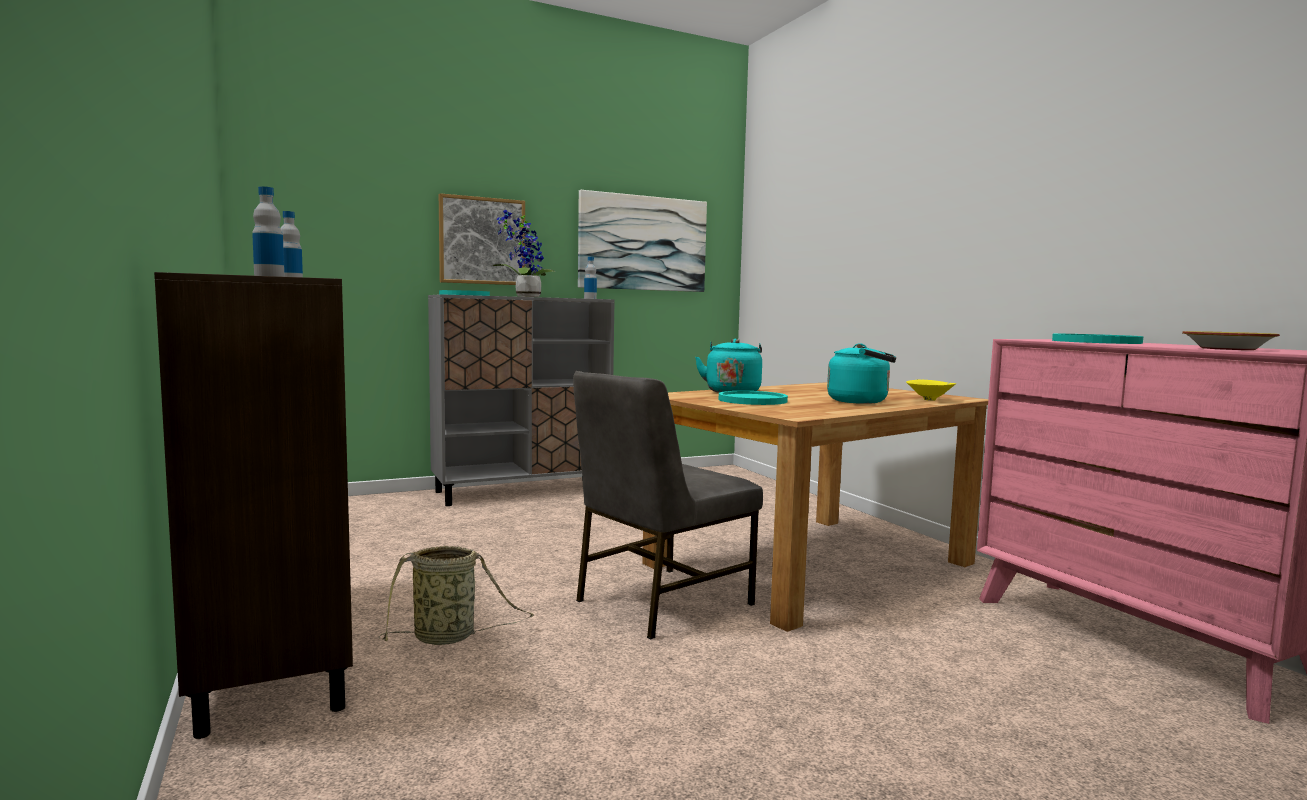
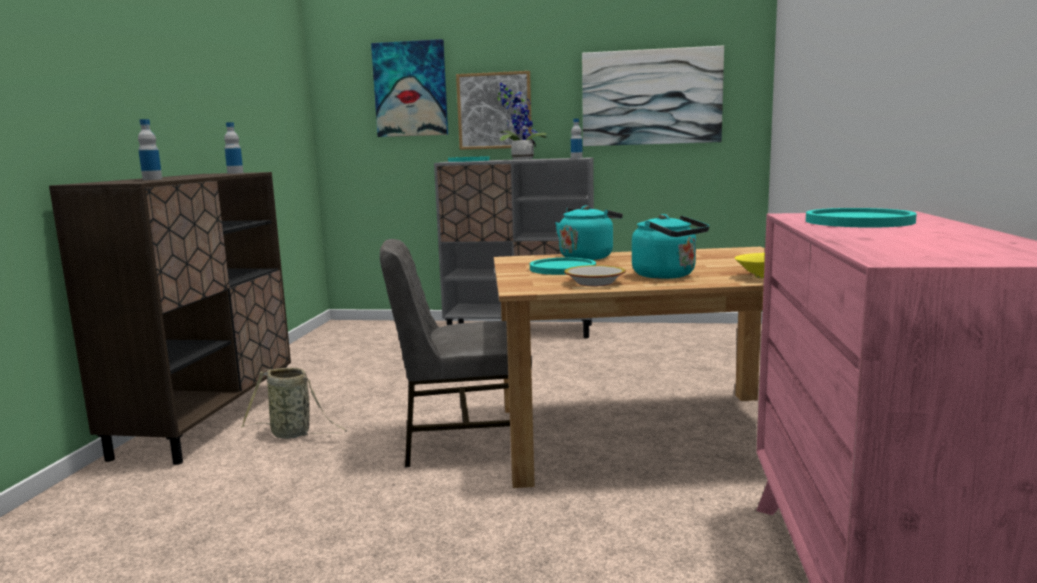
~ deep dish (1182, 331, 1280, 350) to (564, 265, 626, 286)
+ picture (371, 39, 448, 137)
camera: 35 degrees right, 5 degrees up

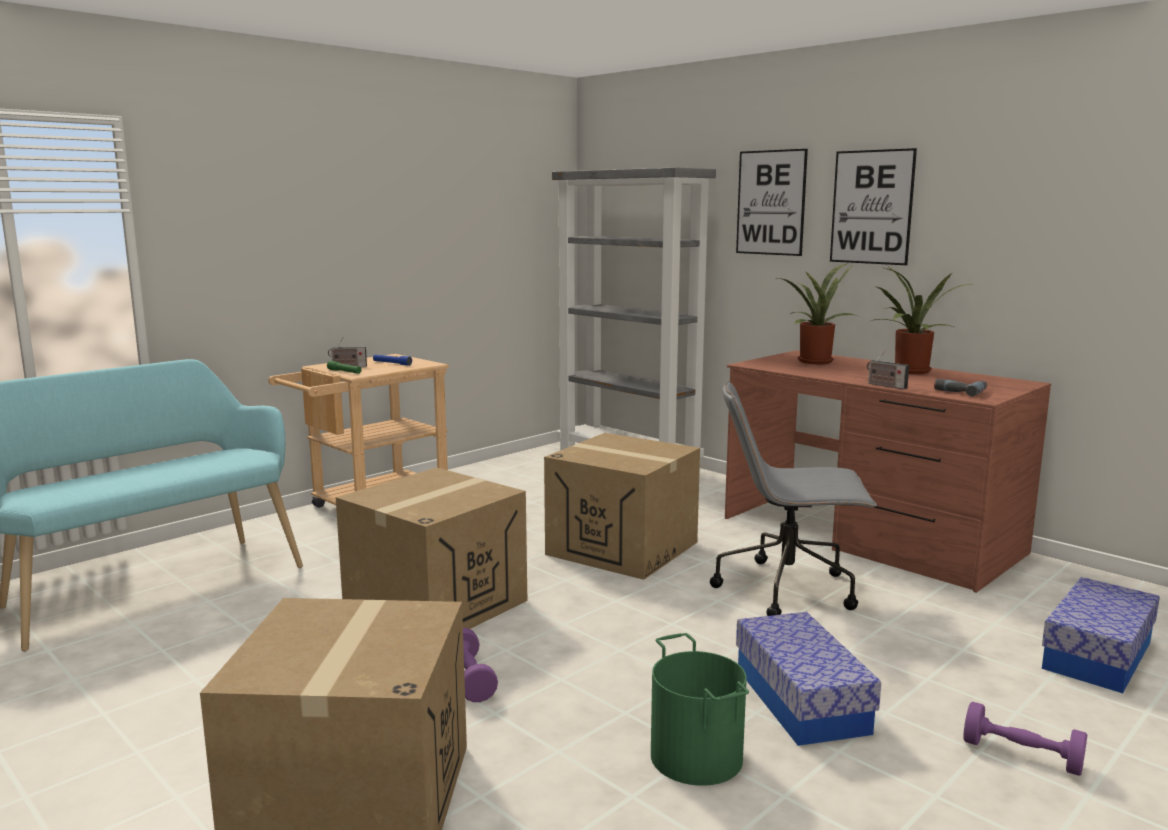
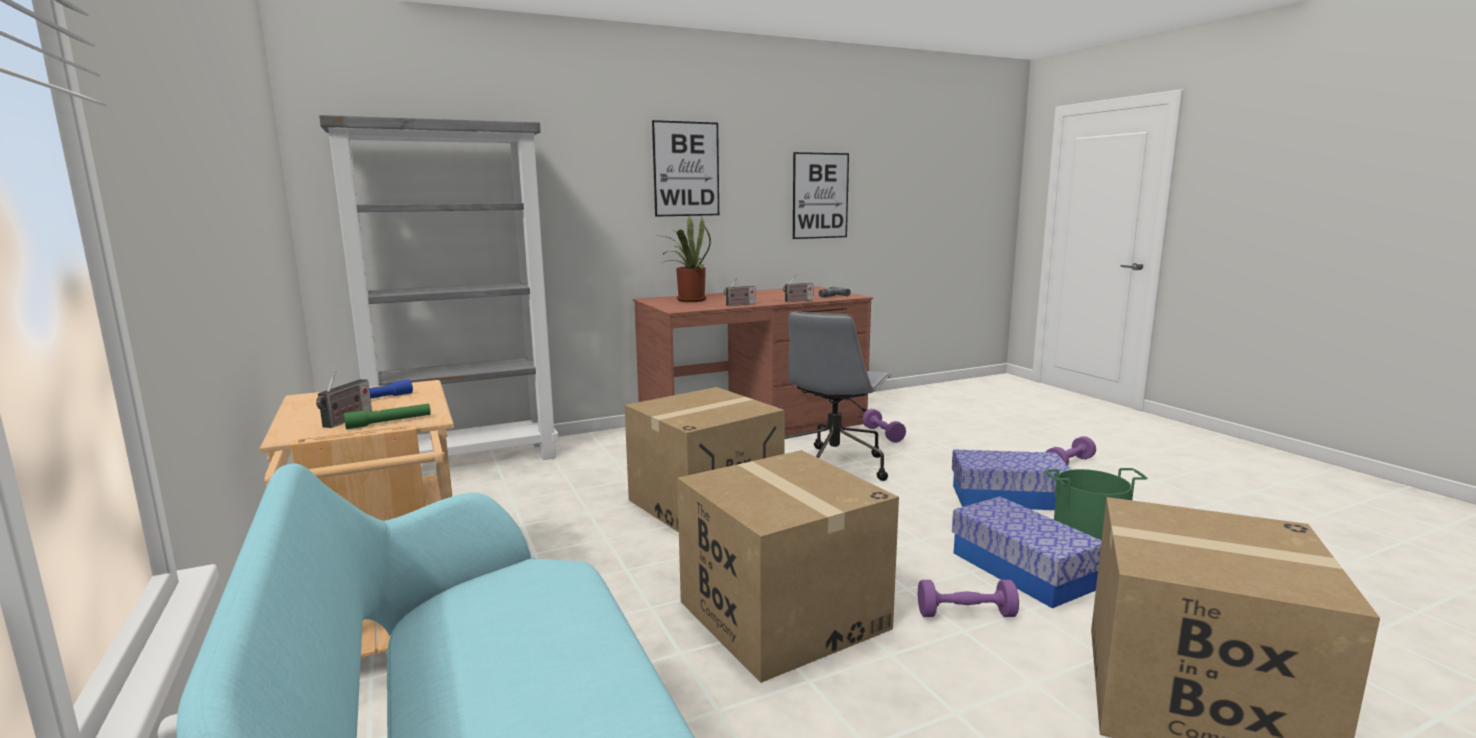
~ picture (736, 149, 808, 256) to (793, 152, 849, 239)
- houseplant (871, 267, 973, 374)
~ storage box (1042, 577, 1160, 693) to (952, 496, 1102, 608)
+ radio (724, 277, 756, 306)
+ purple-coloured free weight (862, 409, 906, 443)
camera: 70 degrees left, 0 degrees up

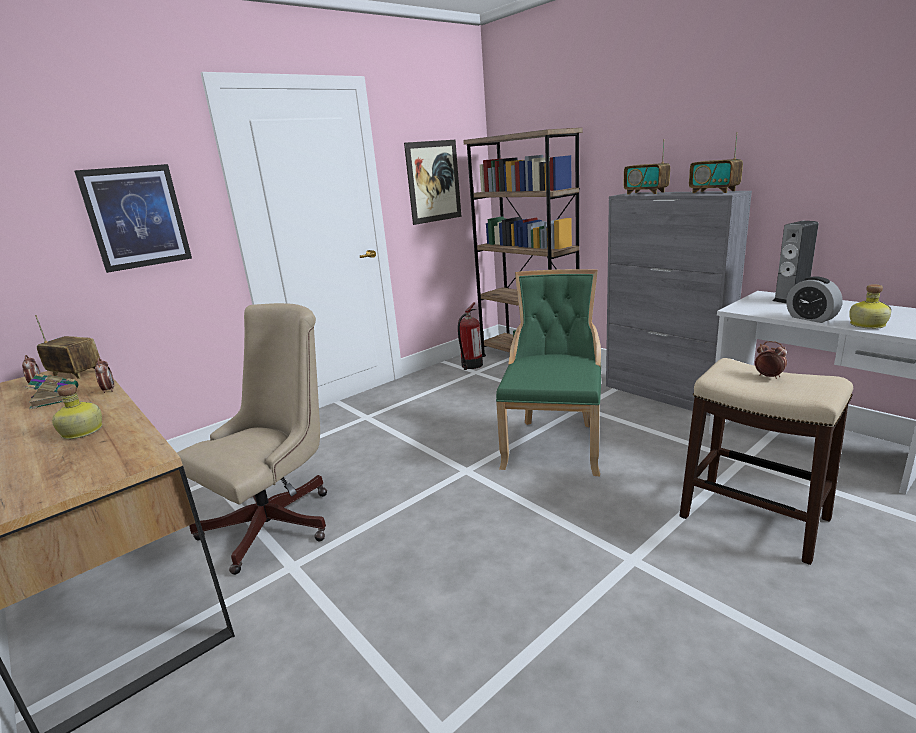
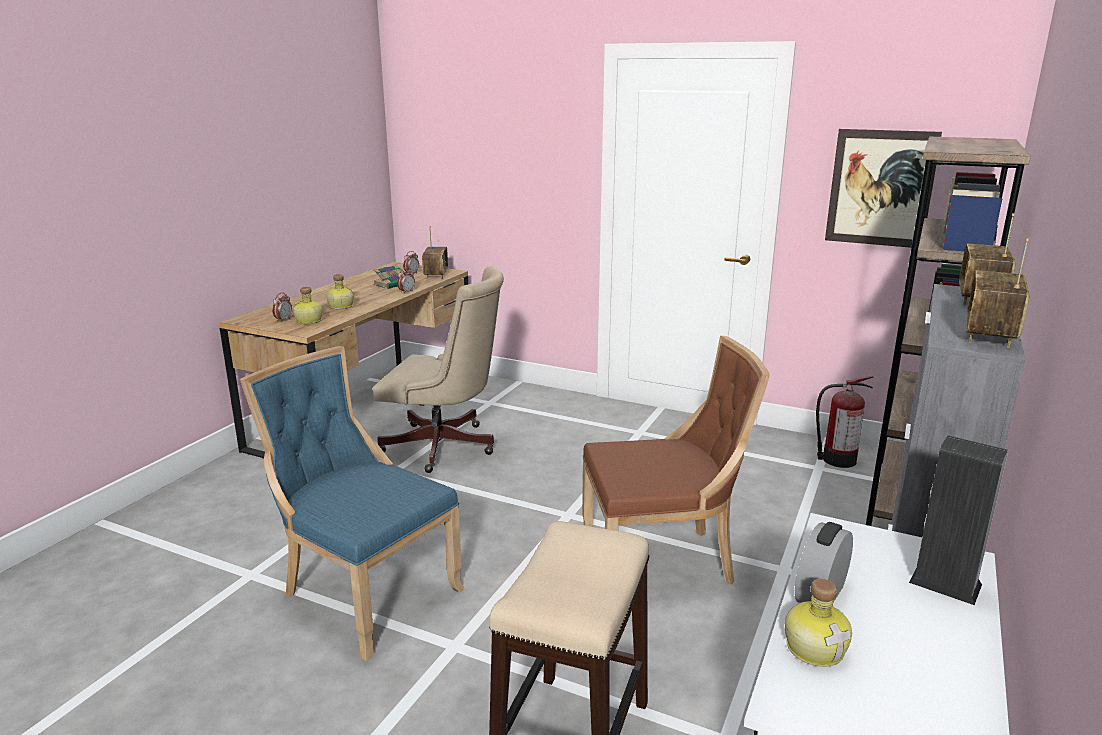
- picture (74, 164, 192, 273)
~ greenish plain chair (496, 269, 601, 476) to brown-coloured plain chair (582, 336, 770, 585)
~ alarm clock (755, 341, 787, 379) to (272, 292, 292, 322)
+ beverage bottle (293, 287, 323, 324)
+ blue plain chair (240, 346, 465, 661)
camera: 65 degrees right, 0 degrees up

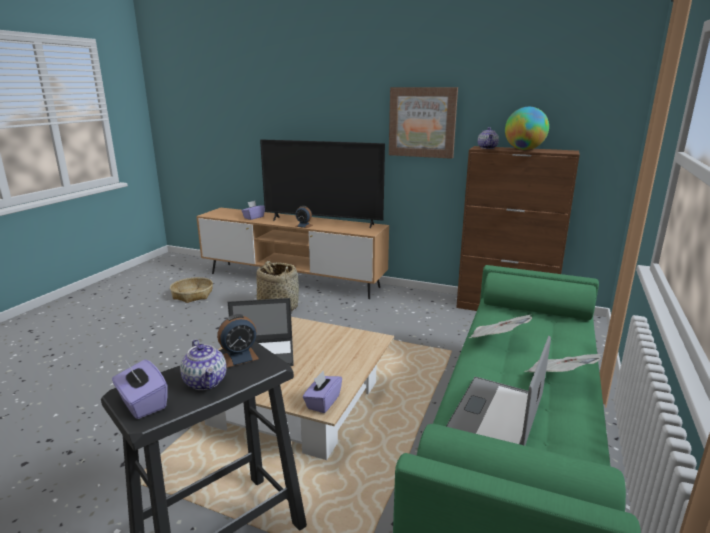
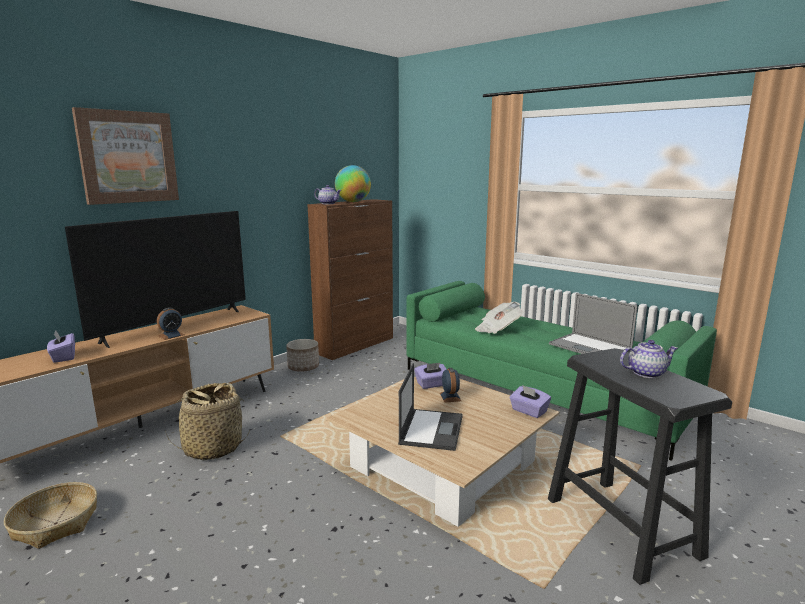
~ picture (389, 87, 458, 159) to (72, 107, 179, 205)
~ alarm clock (217, 314, 259, 368) to (440, 368, 461, 403)
- printed paper (524, 354, 602, 372)
~ purple-coloured tissue box (112, 360, 168, 419) to (414, 363, 447, 389)
+ flower pot (286, 339, 319, 372)
camera: 70 degrees left, 5 degrees down

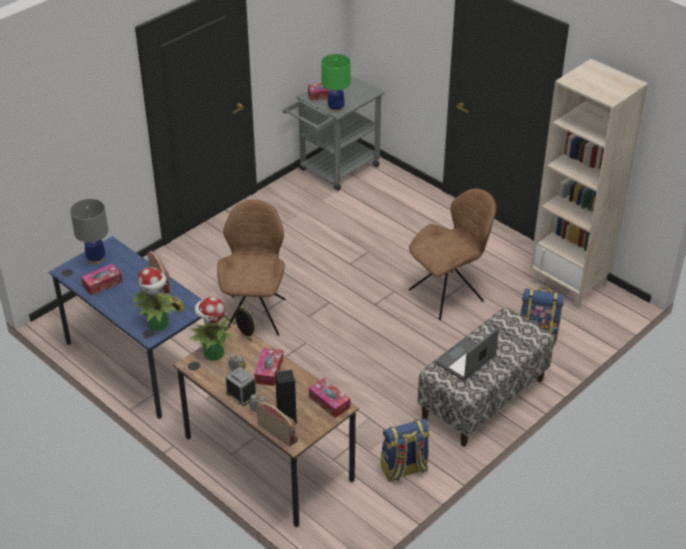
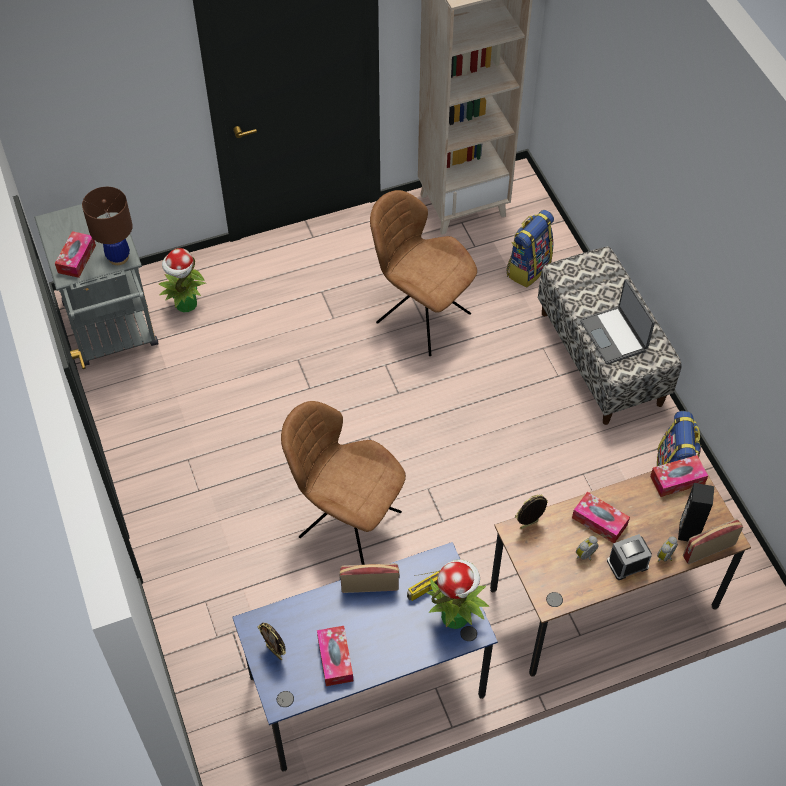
~ greenish table lamp (321, 54, 351, 112) to brown-coloured table lamp (82, 187, 133, 265)
~ brown-coloured plain chair (409, 188, 496, 320) = (370, 190, 477, 356) 45 degrees counterclockwise
~ greyish table lamp (70, 199, 108, 264) to picture frame (257, 623, 286, 660)
~ houseplant (189, 297, 234, 361) to (158, 248, 207, 312)
camera: 65 degrees left, 15 degrees up

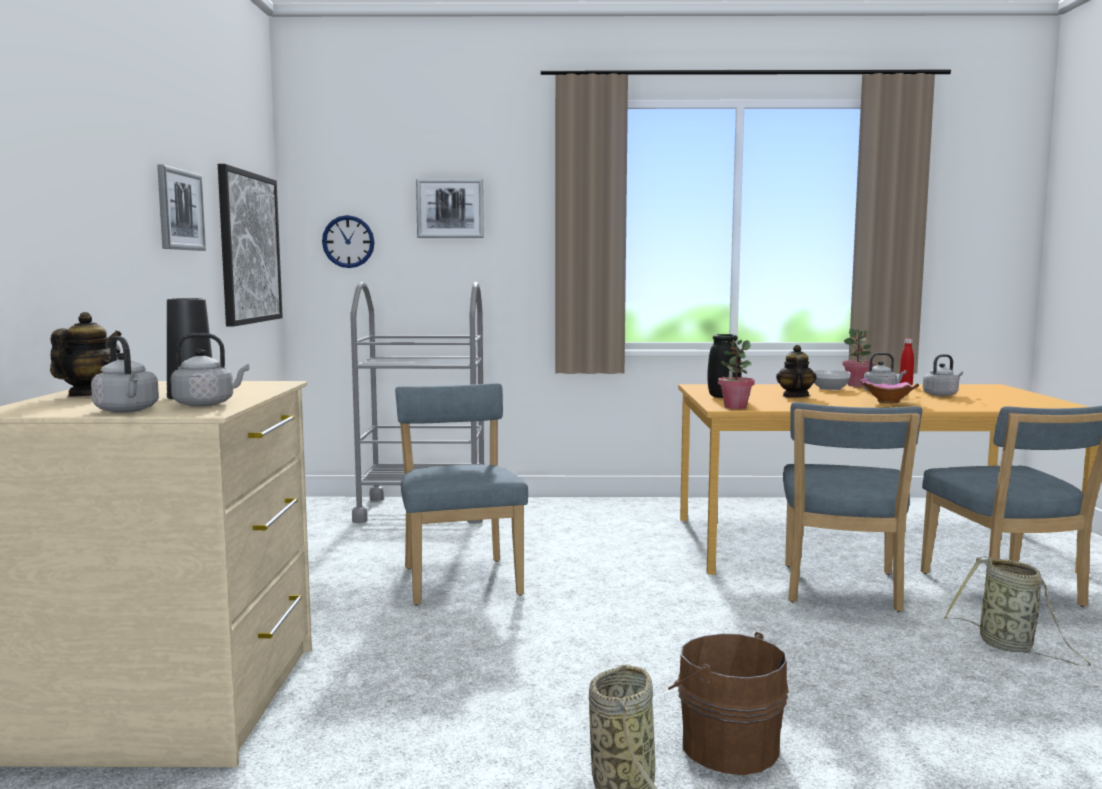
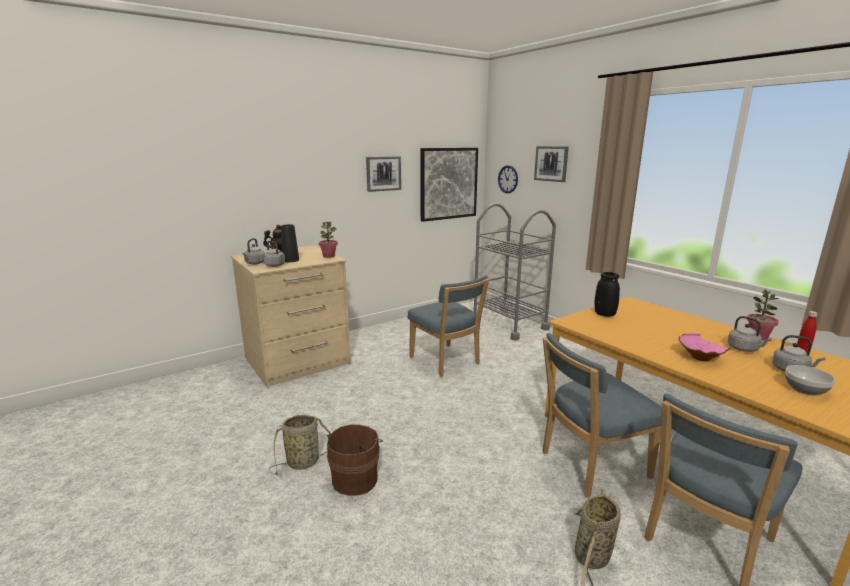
~ houseplant (718, 340, 755, 409) to (319, 221, 338, 258)
- pot for tea (776, 345, 817, 398)
~ deep dish (813, 370, 850, 390) to (785, 365, 836, 396)
~ blue plain chair (395, 383, 528, 605) = (408, 276, 489, 377) 105 degrees clockwise
camera: 55 degrees right, 10 degrees up

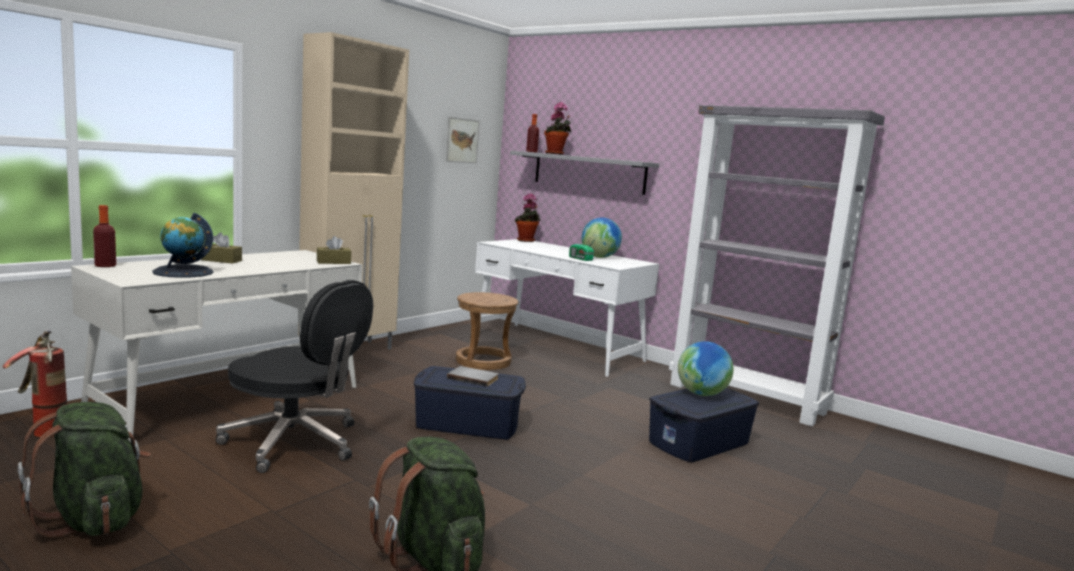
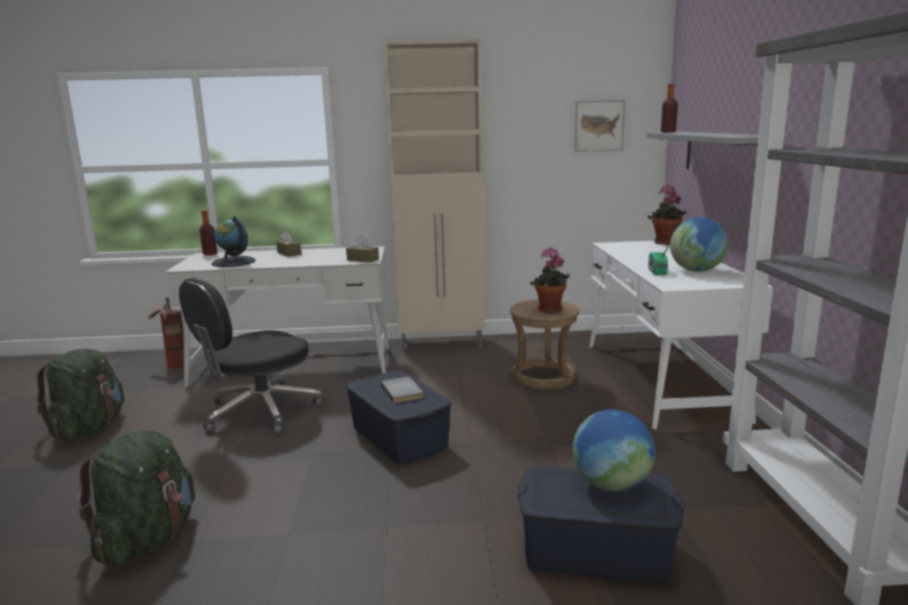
~ houseplant (544, 102, 571, 155) to (530, 248, 570, 313)
~ black-coloured desk chair (216, 280, 373, 473) = (179, 278, 324, 435) 60 degrees clockwise
camera: 50 degrees right, 5 degrees up

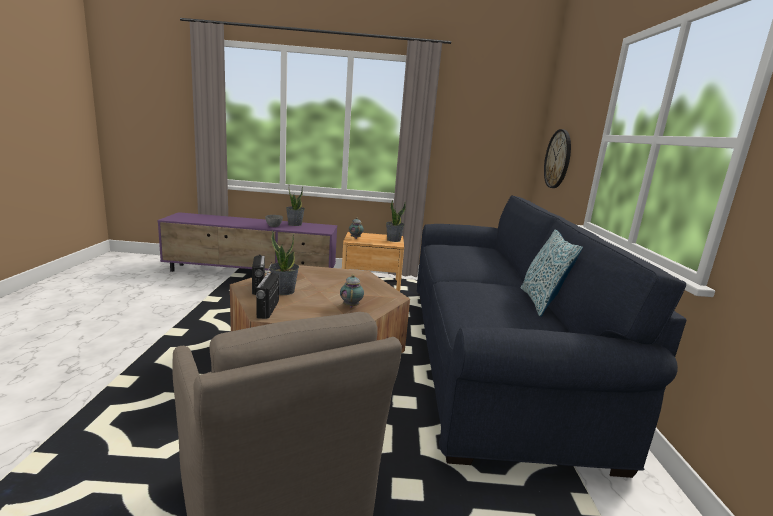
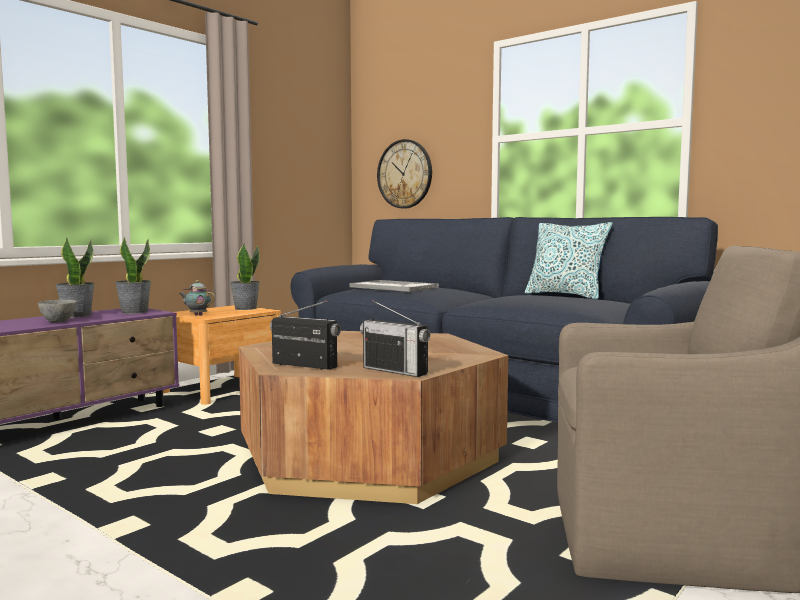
~ houseplant (270, 230, 299, 295) to (115, 237, 151, 314)
- pot for tea (340, 274, 364, 308)
+ carrying tray (349, 280, 438, 292)
camera: 50 degrees left, 10 degrees down

